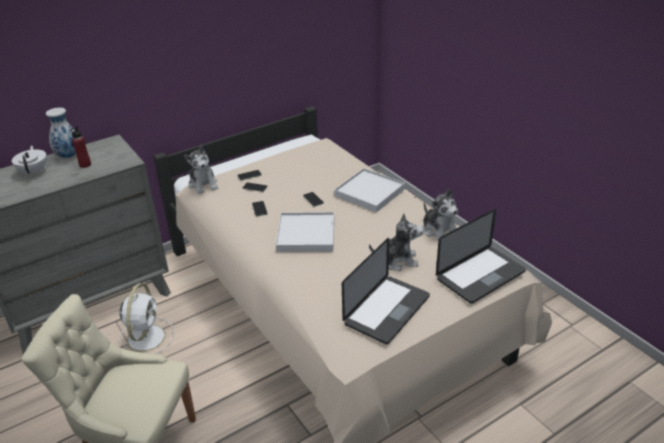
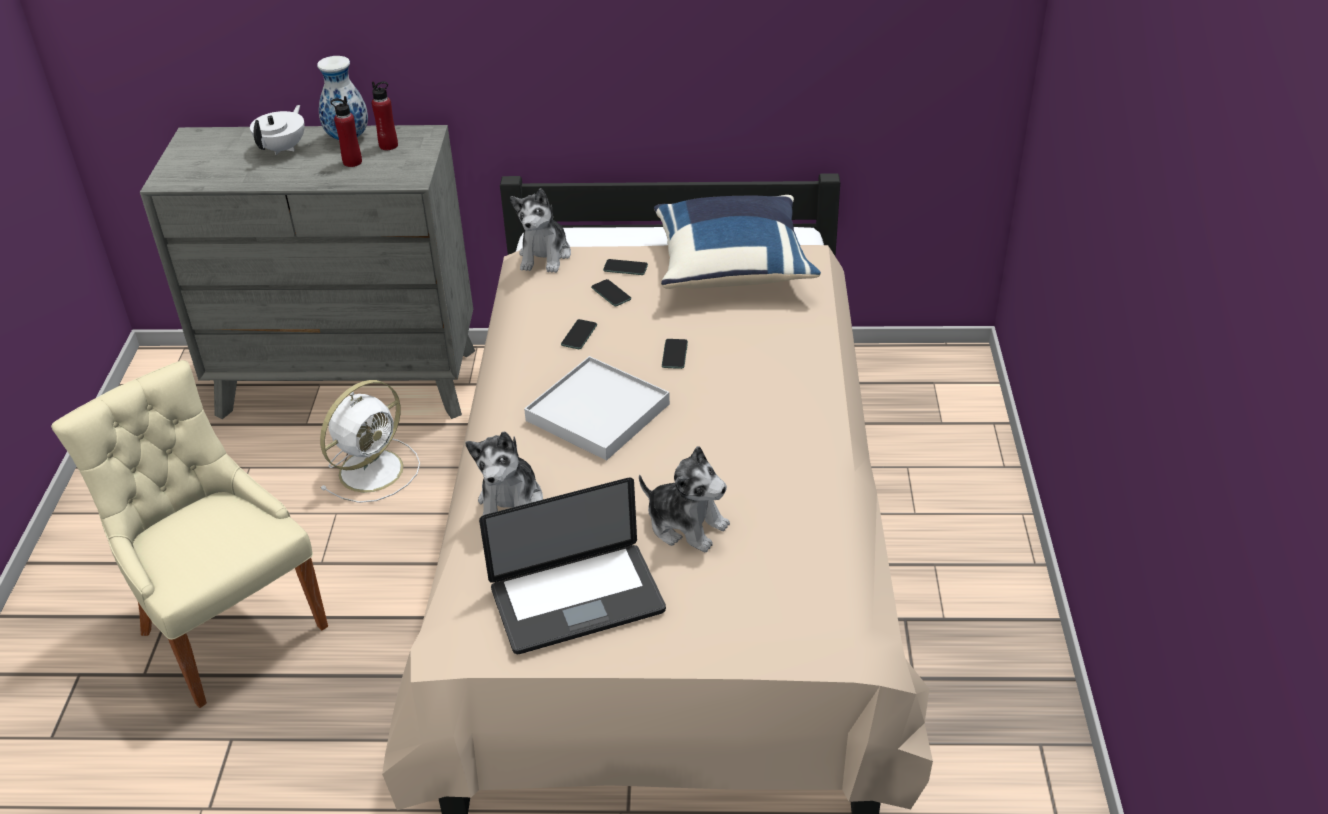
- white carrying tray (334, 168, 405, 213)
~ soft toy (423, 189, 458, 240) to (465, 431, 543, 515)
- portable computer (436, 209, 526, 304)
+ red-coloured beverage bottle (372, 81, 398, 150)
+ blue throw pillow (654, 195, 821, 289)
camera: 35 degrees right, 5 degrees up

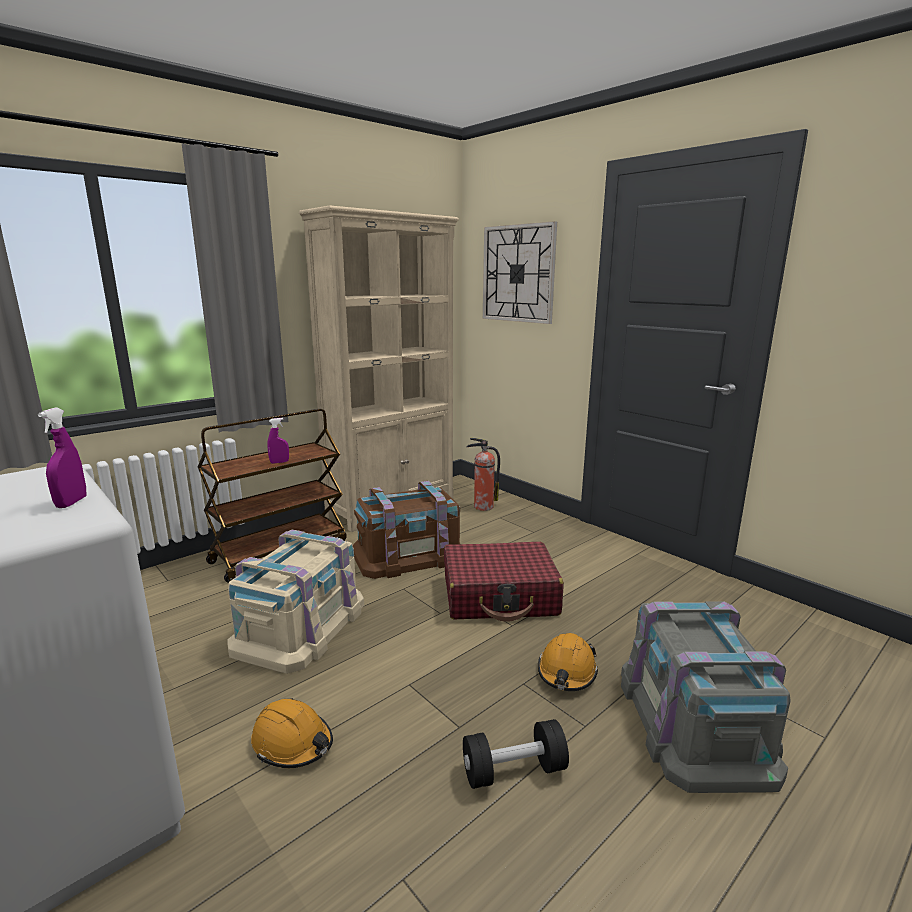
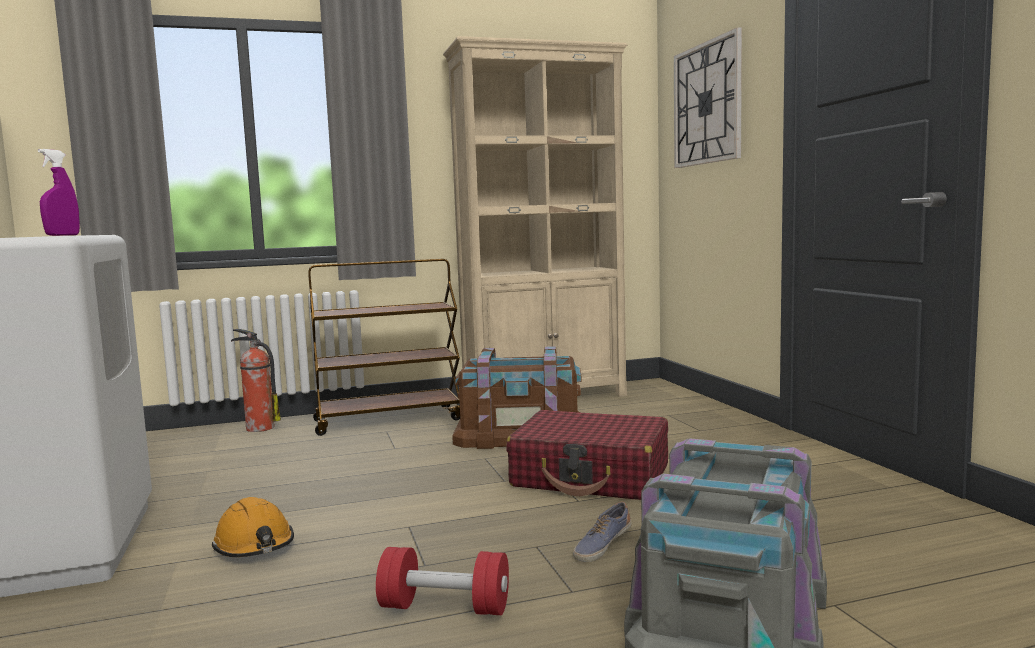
- purple-coloured sprayer (267, 418, 289, 464)
~ fire-fighting cylinder (467, 438, 500, 511) to (231, 329, 281, 432)
- beige-coloured storage box (227, 530, 364, 674)
~ orangey safety helmet (538, 633, 598, 691) to item of footwear (573, 501, 632, 562)
~ black-coloured free weight (463, 719, 569, 789) to red-coloured free weight (376, 547, 509, 615)
camera: 25 degrees right, 10 degrees down

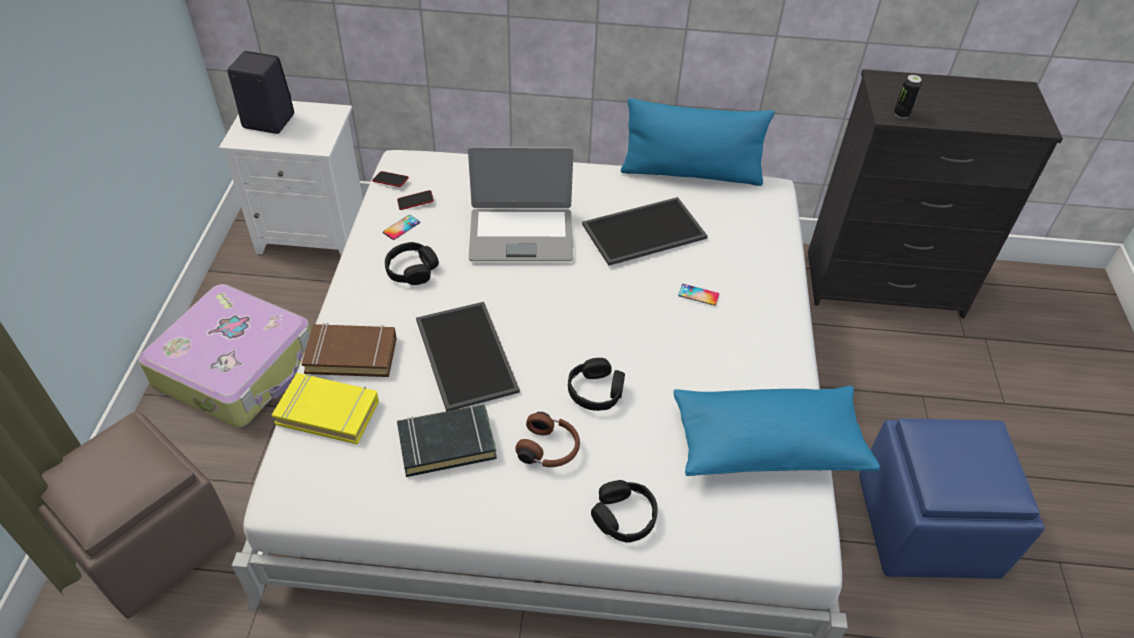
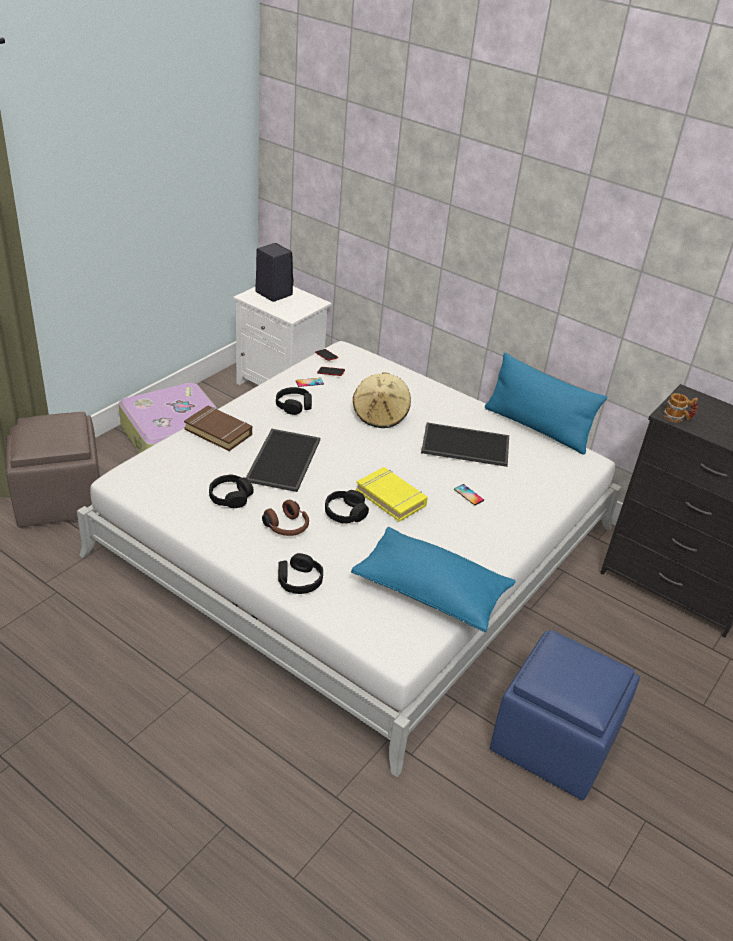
~ sealed can (894, 75, 922, 119) to tea mug (664, 393, 698, 422)
~ portable computer (468, 147, 573, 261) to beige-coloured wearable hat (353, 372, 411, 428)
~ yellow-coloured volume (272, 373, 379, 444) to (356, 467, 428, 522)
~ black-coloured volume (397, 404, 497, 477) to black-coloured pair of headphones (209, 474, 254, 508)
camera: 30 degrees right, 10 degrees down

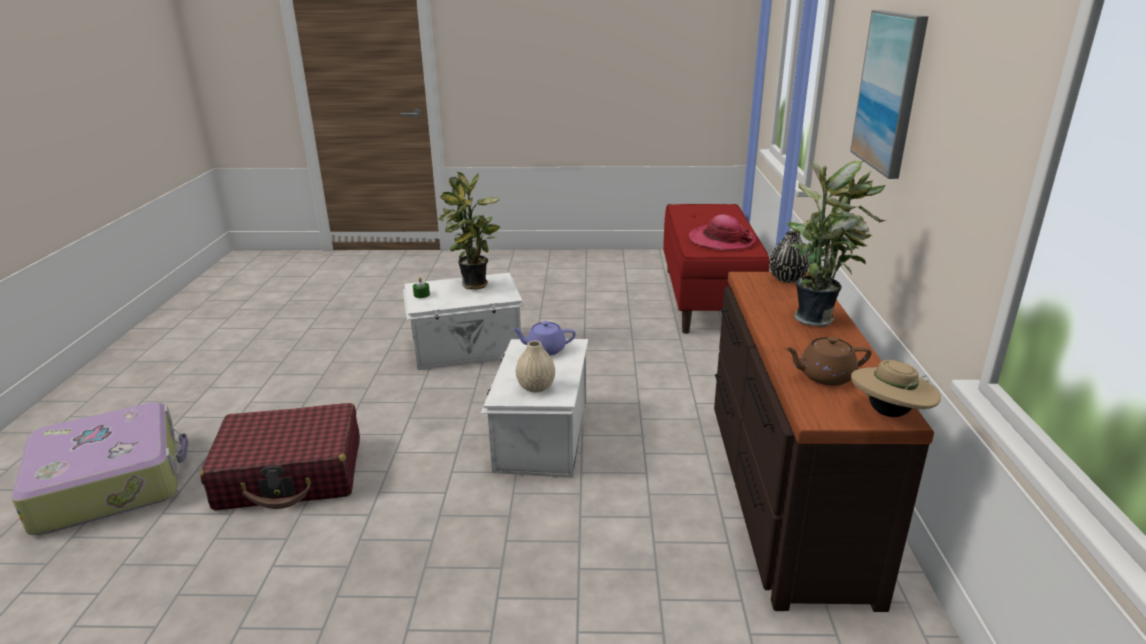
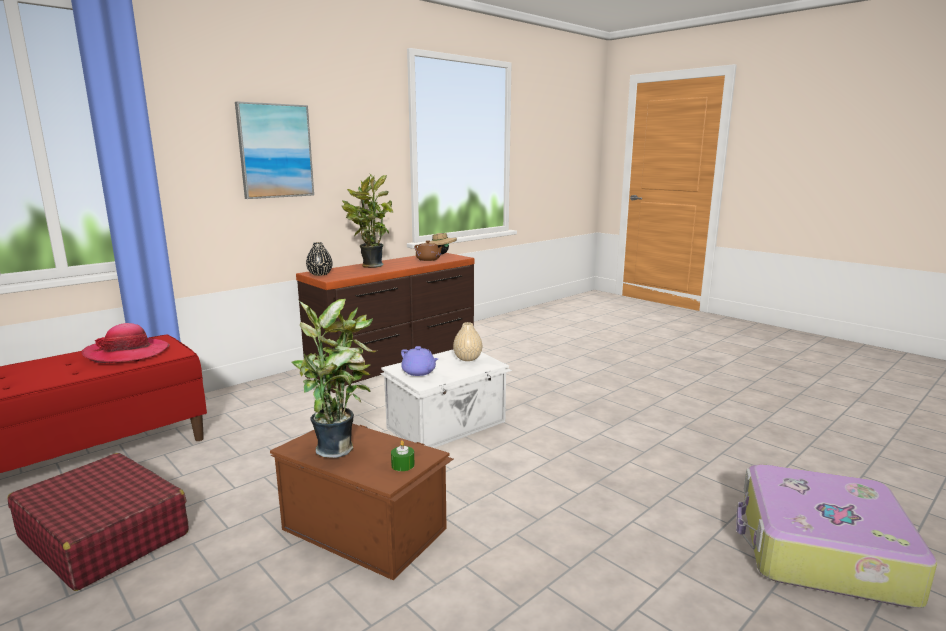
~ white storage box (403, 273, 525, 370) to brown-coloured storage box (270, 424, 453, 580)
~ red-coloured suitcase (200, 403, 360, 510) to (7, 453, 189, 591)
camera: 135 degrees left, 10 degrees down

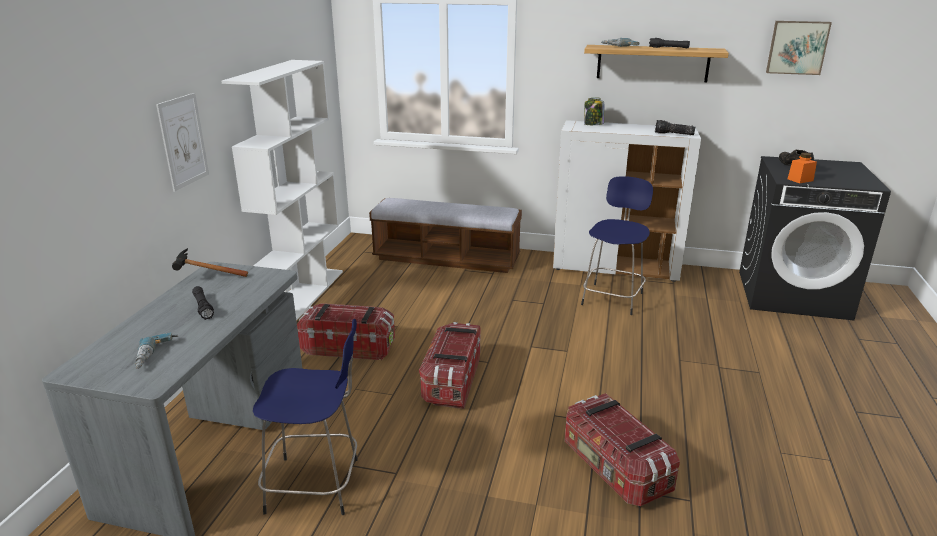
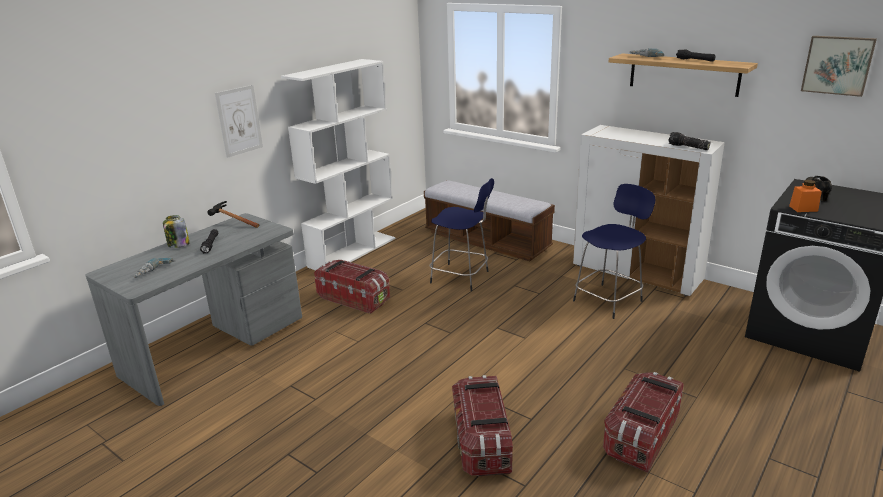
~ storage jar (584, 98, 604, 125) to (163, 215, 190, 248)
~ blue stool seat (253, 319, 358, 515) to (429, 178, 494, 291)
~ storage box (419, 322, 480, 409) to (603, 372, 684, 473)
camera: 25 degrees right, 0 degrees up

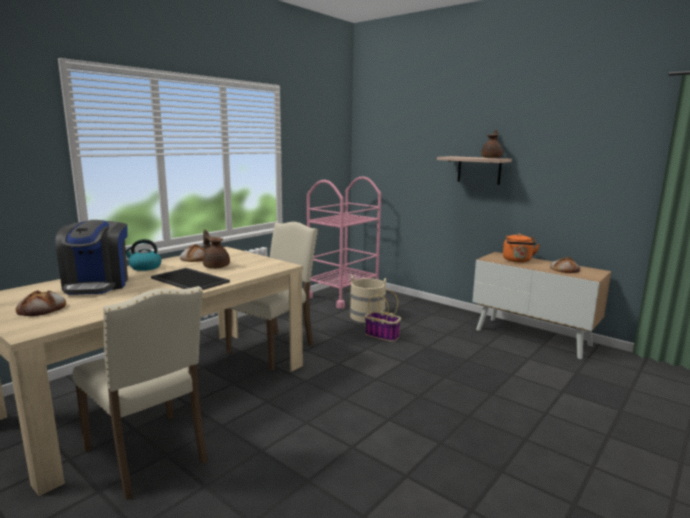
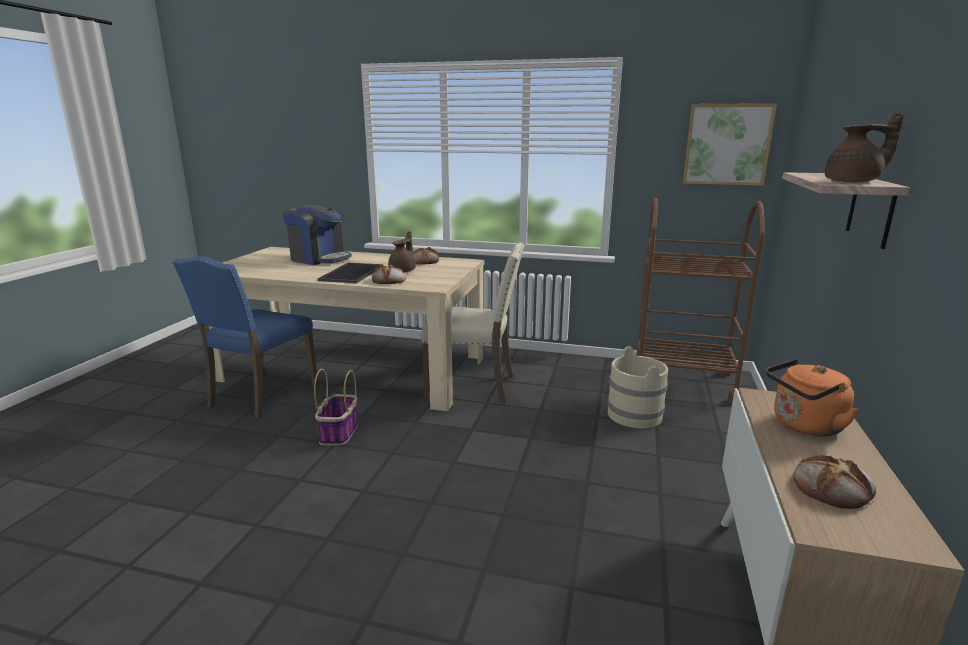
~ pink-coloured trolley (307, 176, 381, 309) to brown-coloured trolley (635, 198, 765, 403)
~ coffee machine (55, 220, 128, 295) = (282, 205, 352, 265) 120 degrees counterclockwise
- tea kettle (126, 239, 162, 271)
~ beige-coloured plain chair (73, 286, 208, 500) to blue plain chair (172, 256, 318, 419)
~ baked bread (16, 290, 66, 316) to (372, 264, 406, 284)
~ storage basket (365, 290, 401, 342) to (314, 369, 358, 446)
+ picture (683, 103, 777, 186)
camera: 65 degrees right, 5 degrees up

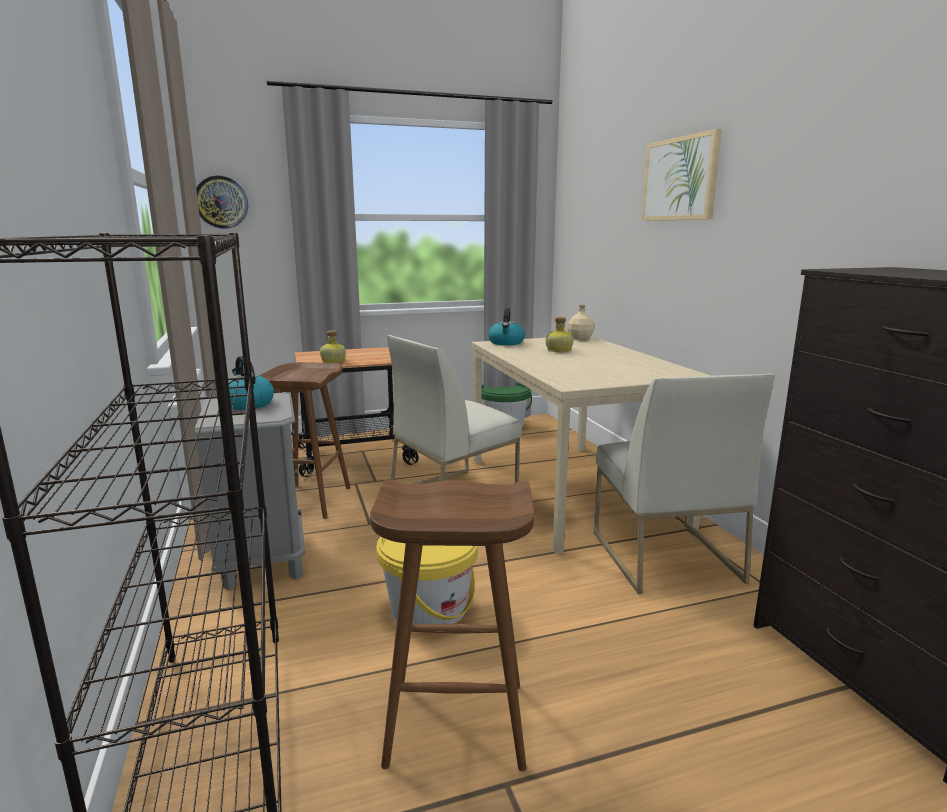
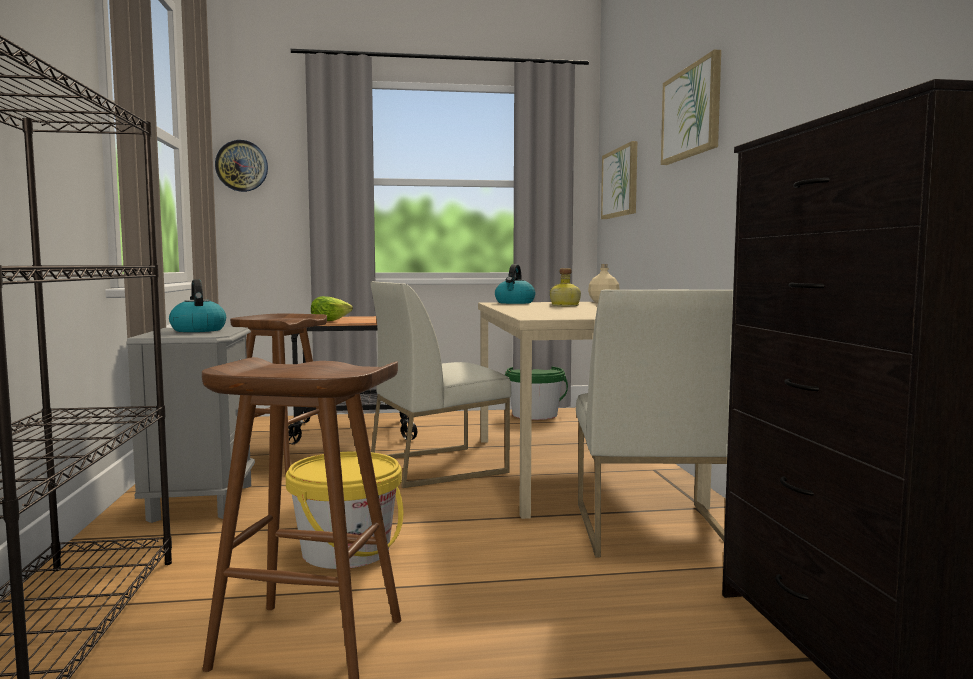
~ beverage bottle (320, 330, 346, 363) to head of lettuce (311, 296, 353, 321)
+ picture (601, 141, 637, 219)
camera: 10 degrees right, 10 degrees down

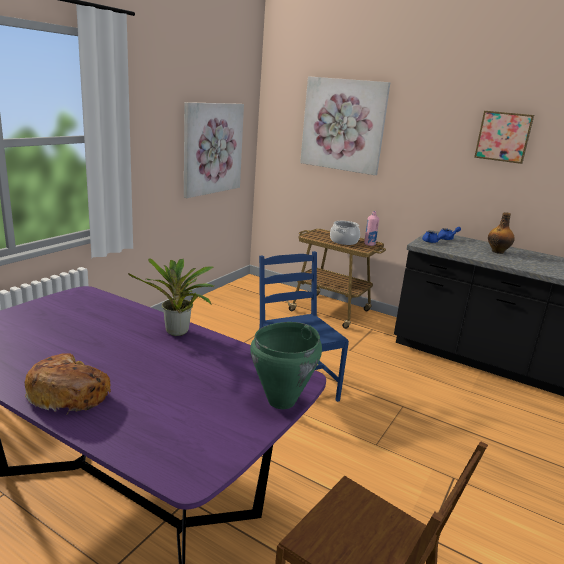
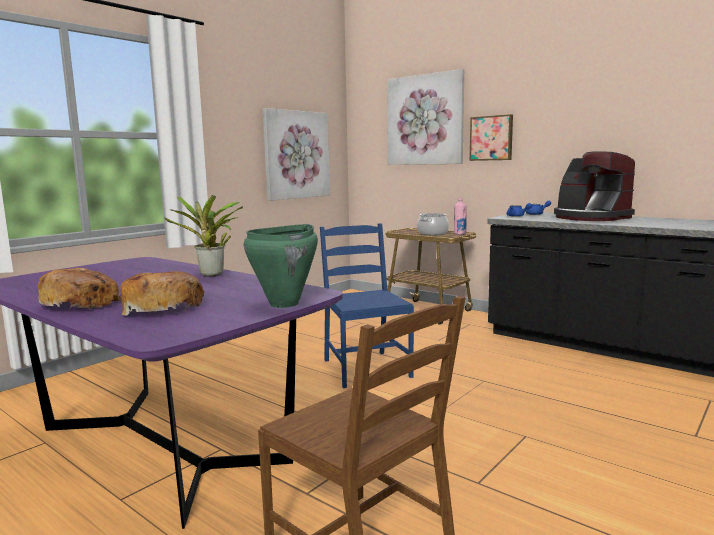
~ picture (474, 111, 534, 164) to (469, 114, 513, 161)
~ beverage bottle (488, 212, 515, 254) to coffee machine (554, 151, 635, 221)
+ baked bread (121, 271, 204, 315)
camera: 10 degrees right, 10 degrees down

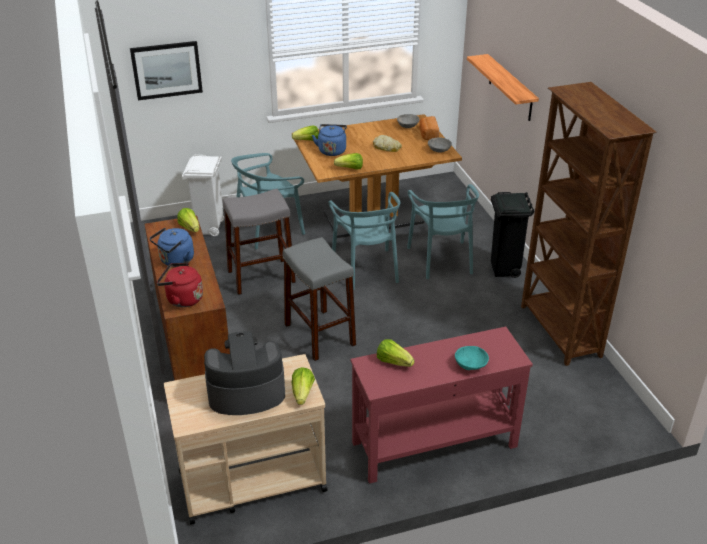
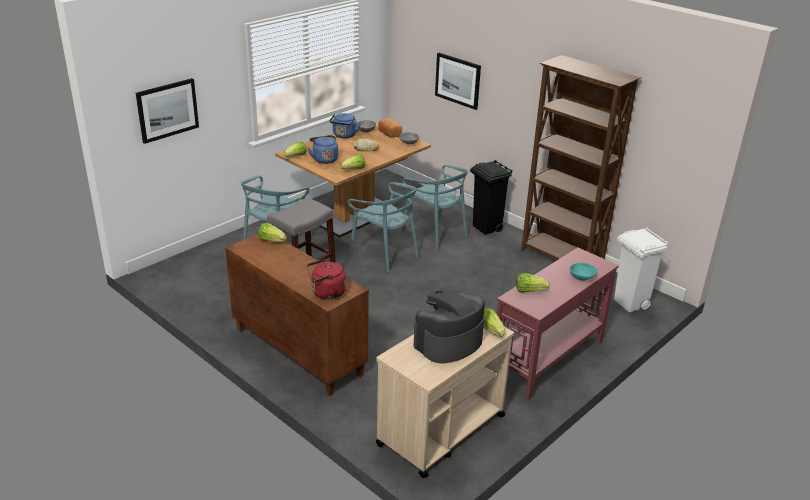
~ wall shelf (467, 54, 539, 121) to picture (435, 53, 481, 110)
~ white trash can (182, 155, 224, 236) to (614, 227, 668, 313)
~ blue tea kettle (150, 228, 194, 267) to (330, 113, 361, 138)
- greyish stool seat (283, 237, 356, 361)
camera: 30 degrees left, 5 degrees down

